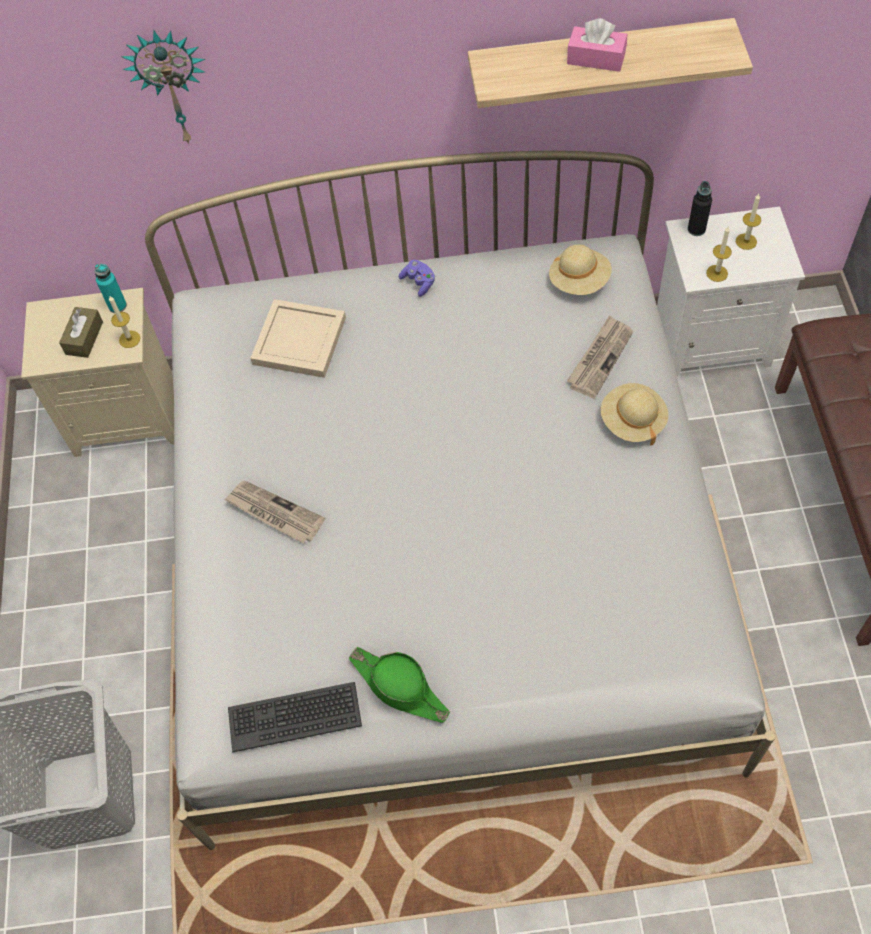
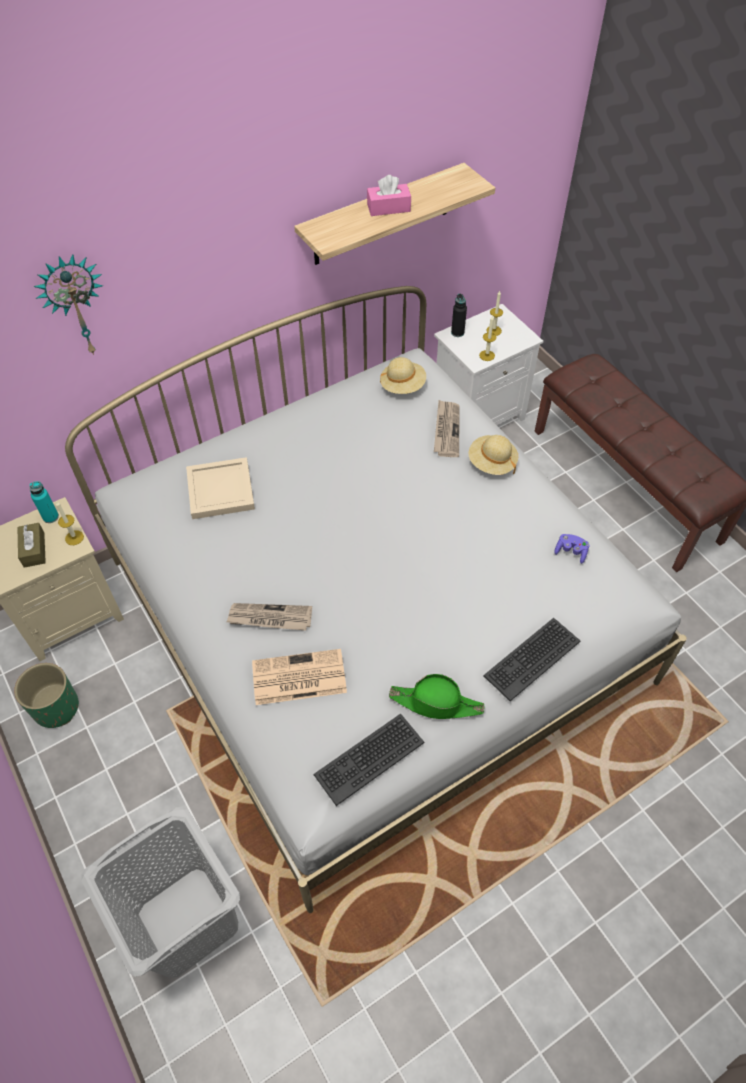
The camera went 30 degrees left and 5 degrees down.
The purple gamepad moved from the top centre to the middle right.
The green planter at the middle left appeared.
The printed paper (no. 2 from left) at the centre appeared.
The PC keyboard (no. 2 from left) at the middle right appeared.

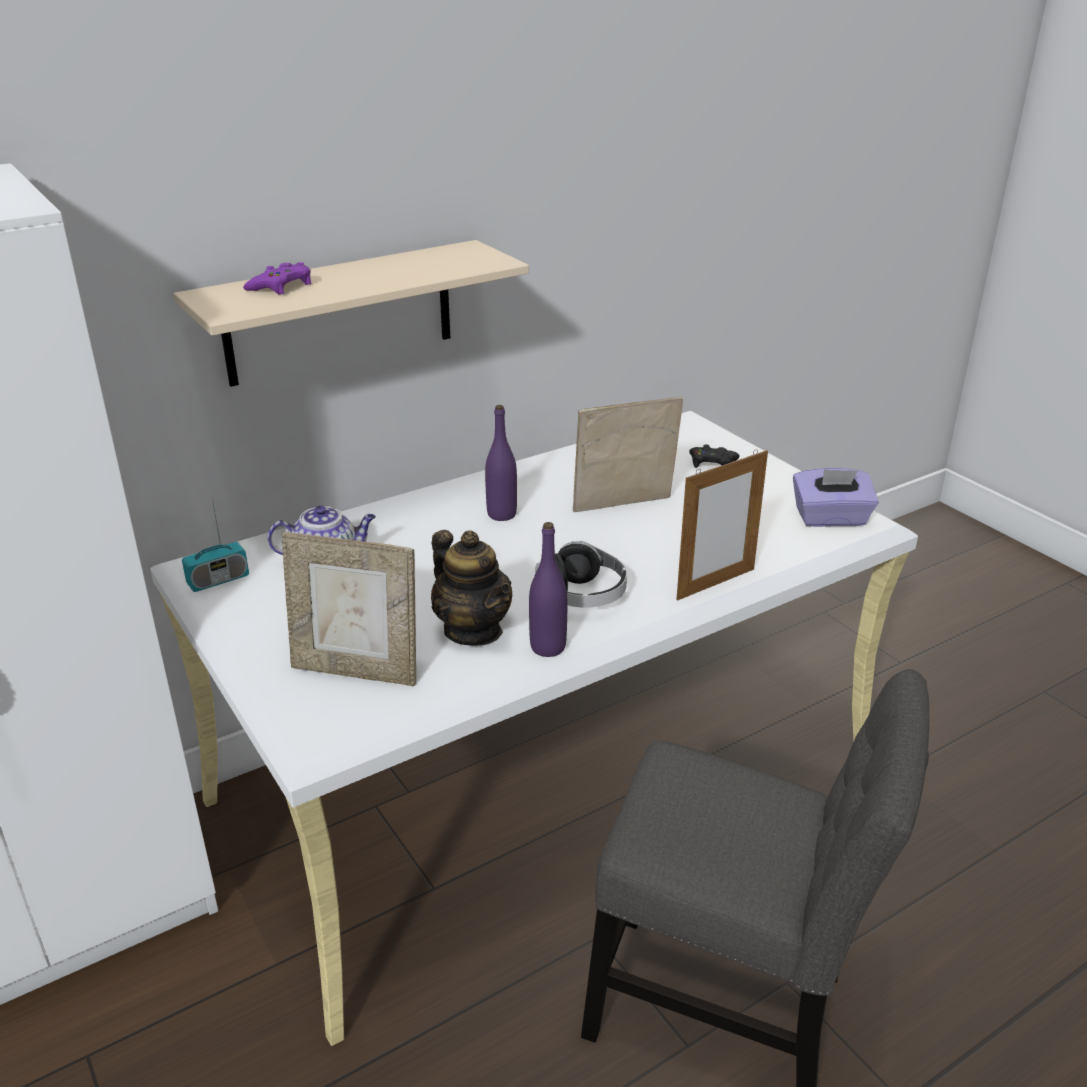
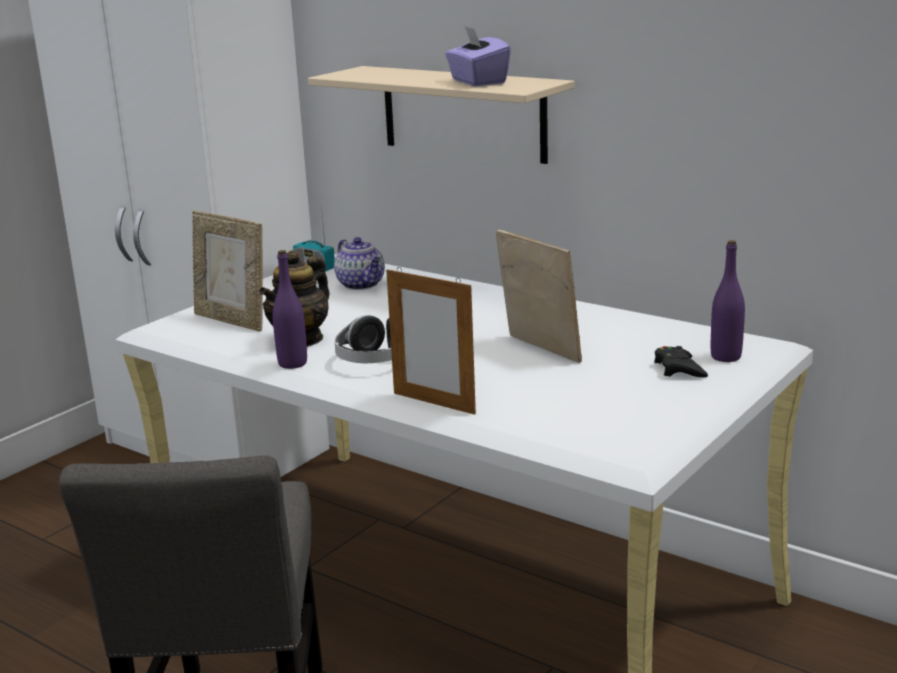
The camera went 70 degrees right and 10 degrees down.
The purple gamepad at the top left disappeared.
The picture frame (no. 1 from left) at the middle left turned 45 degrees counterclockwise.
The purple beverage bottle (no. 1 from left in the first image) moved from the centre to the middle right.
The purple box of tissues moved from the middle right to the top centre.

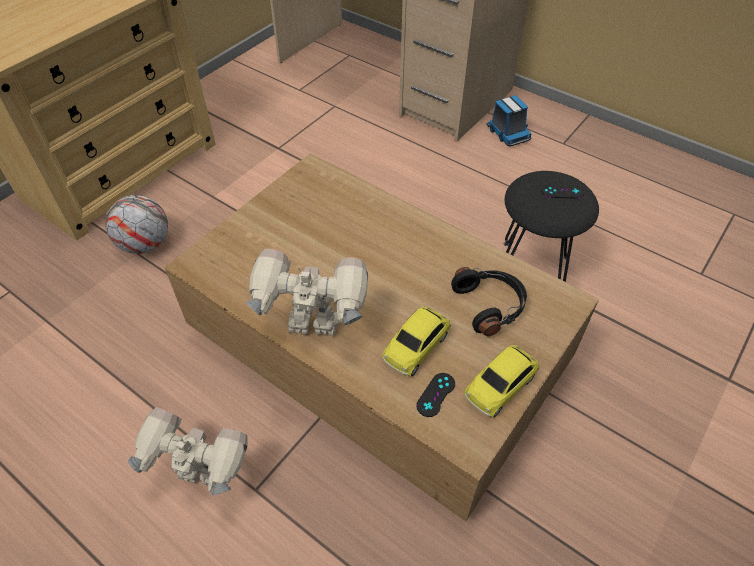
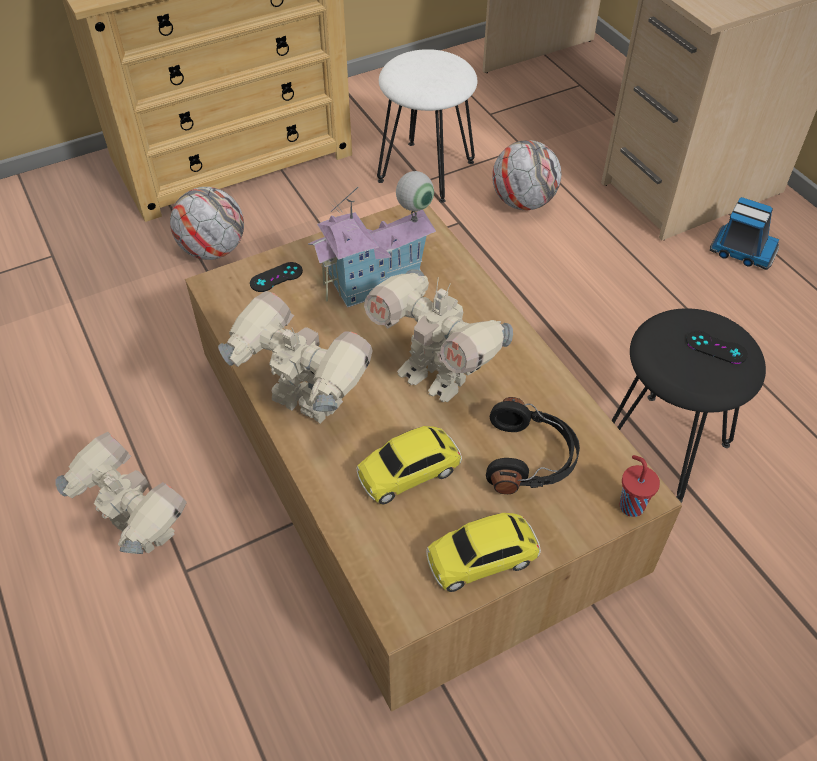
The camera went 25 degrees right and 0 degrees up.
The black-coloured gamepad (no. 1 from left) moved from the bottom centre to the centre.
The toy lorry at the top right turned 60 degrees counterclockwise.
The model house at the top centre appeared.
The robot figure (no. 3 from left) at the centre appeared.
The white sitting stool at the top centre appeared.
The football (no. 2 from left) at the top centre appeared.
The red-coloured drinking cup at the middle right appeared.

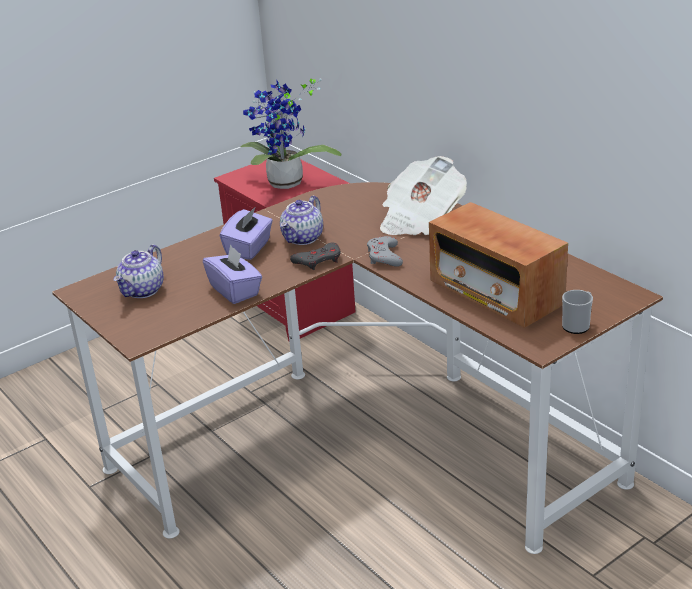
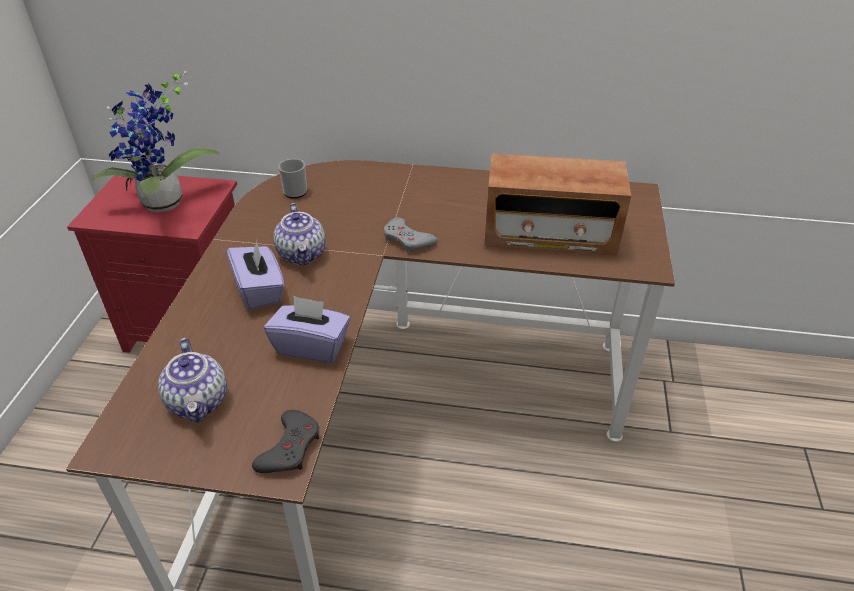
The camera went 45 degrees left and 10 degrees up.
The greyish gamepad (no. 1 from left) moved from the centre to the bottom centre.
The printed paper at the top centre disappeared.
The tea mug moved from the middle right to the top centre.

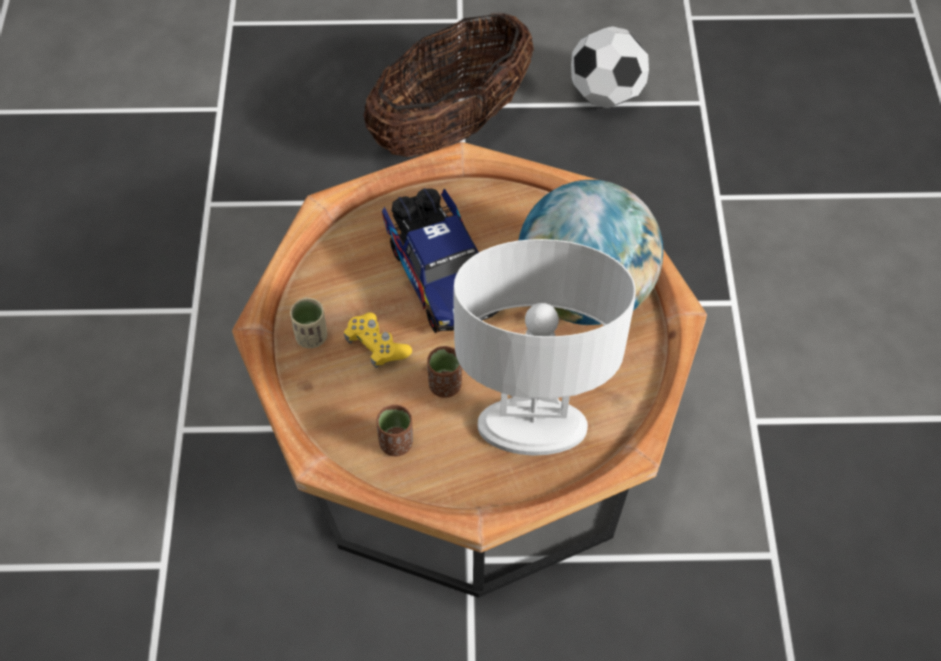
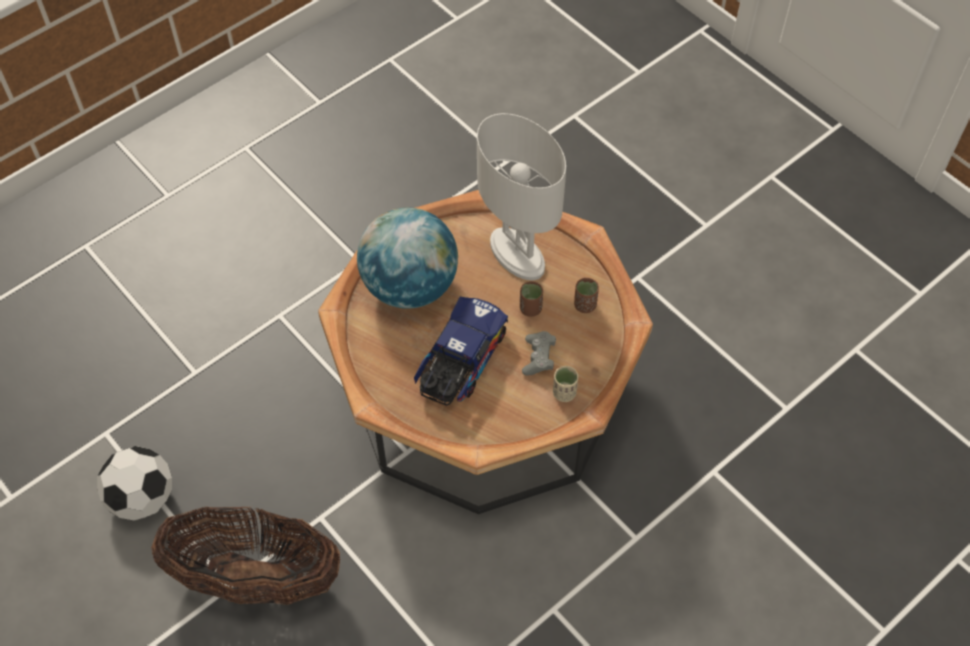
The camera went 130 degrees left and 0 degrees up.
The yellow-coloured gamepad at the centre became the greyish gamepad at the centre.

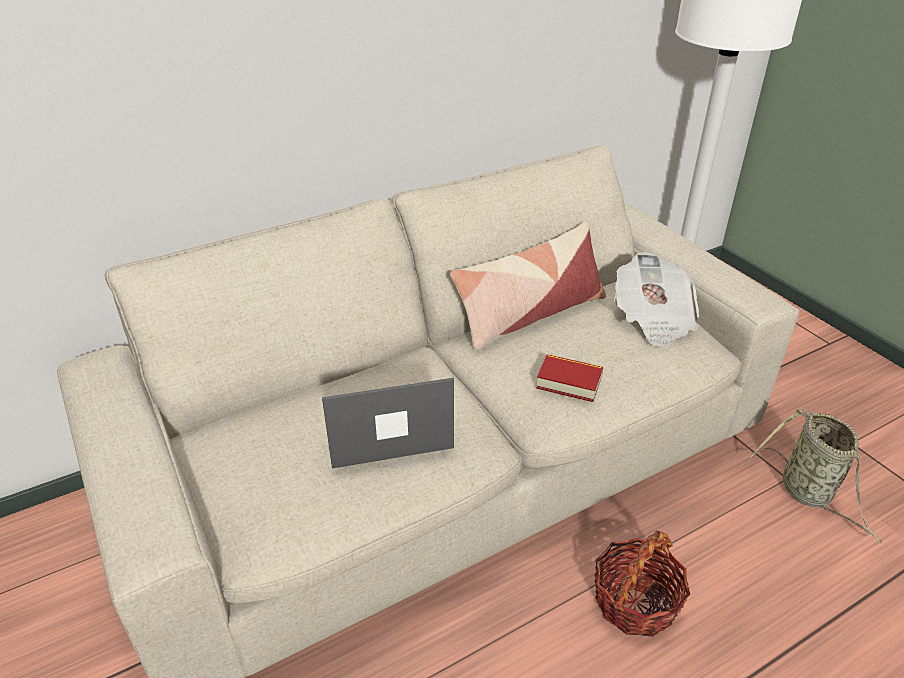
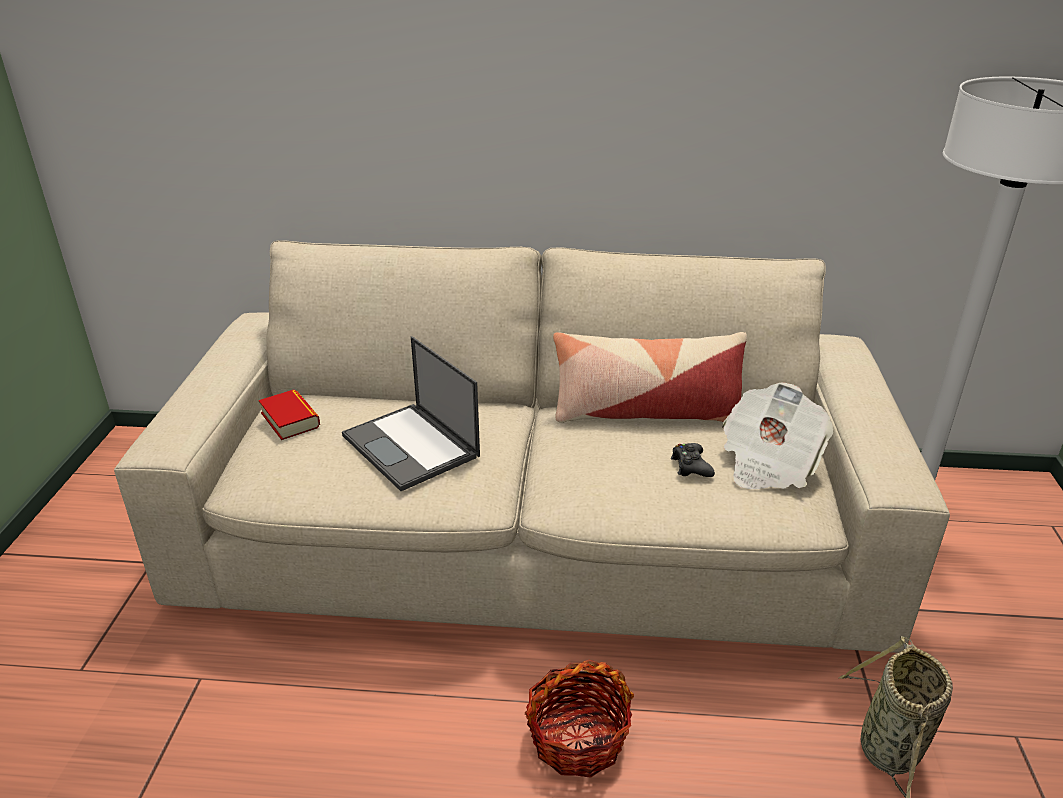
The camera went 35 degrees right and 5 degrees down.
The portable computer at the centre turned 150 degrees counterclockwise.
The bound book moved from the centre to the middle left.
The black-coloured gamepad at the centre appeared.

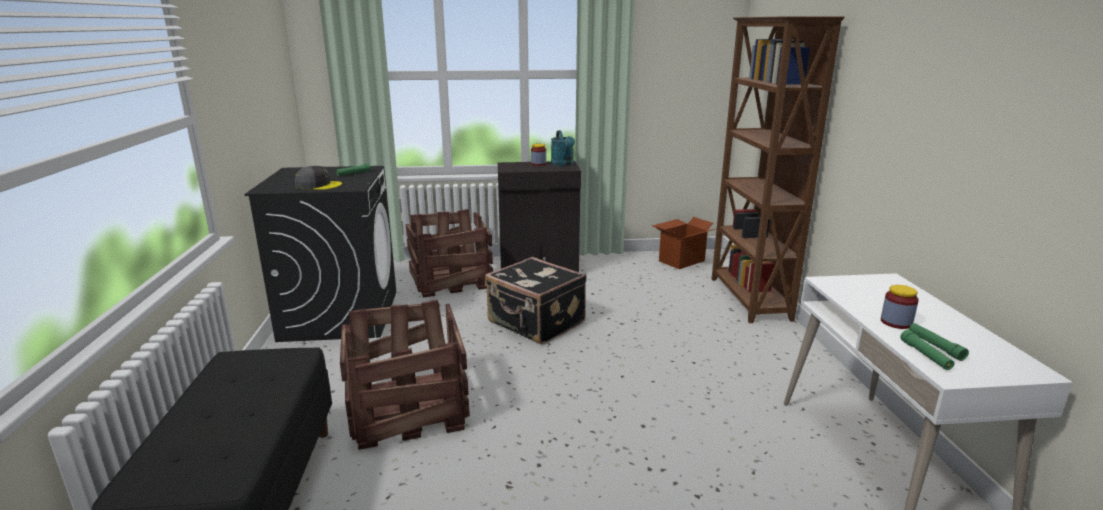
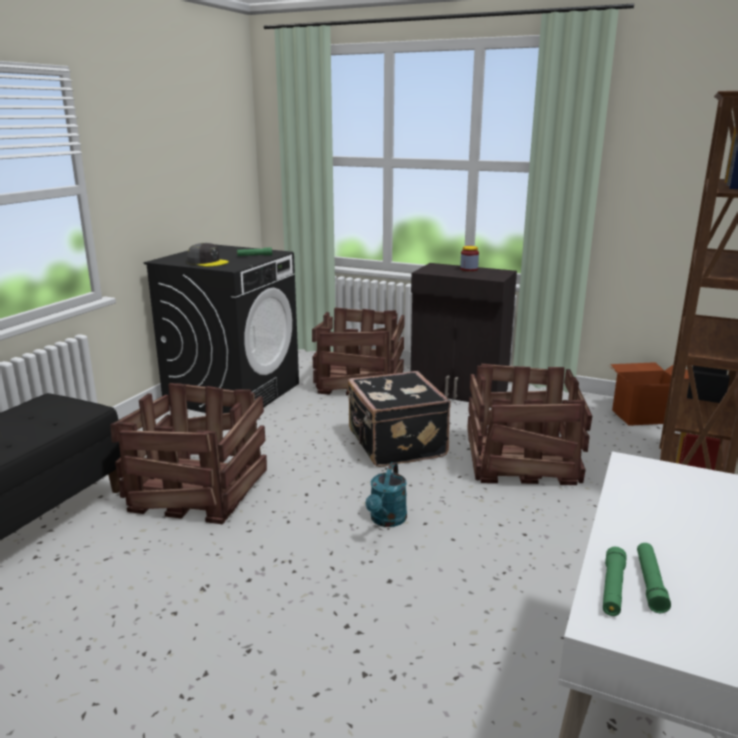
The camera went 30 degrees right and 0 degrees up.
The blue-green watering pot moved from the top centre to the bottom centre.
The jar (no. 2 from left) at the middle right disappeared.
The packing crate (no. 3 from left) at the middle right appeared.

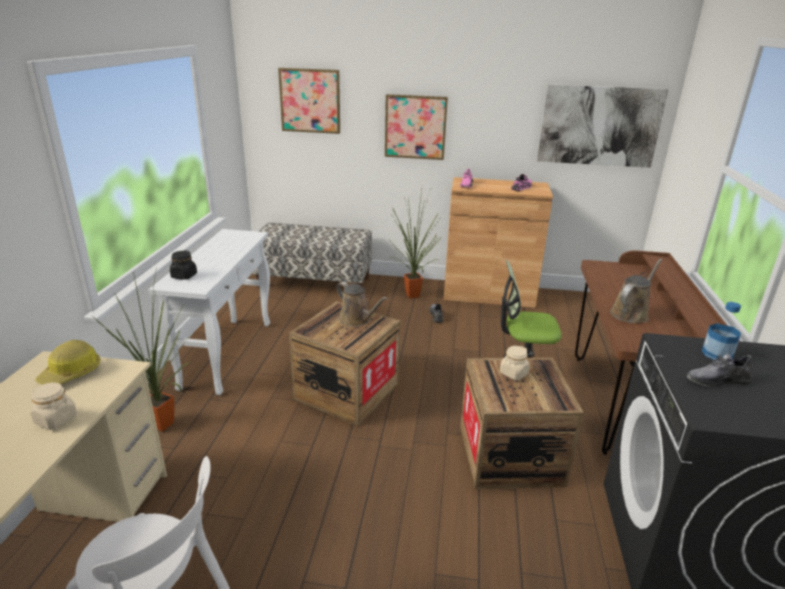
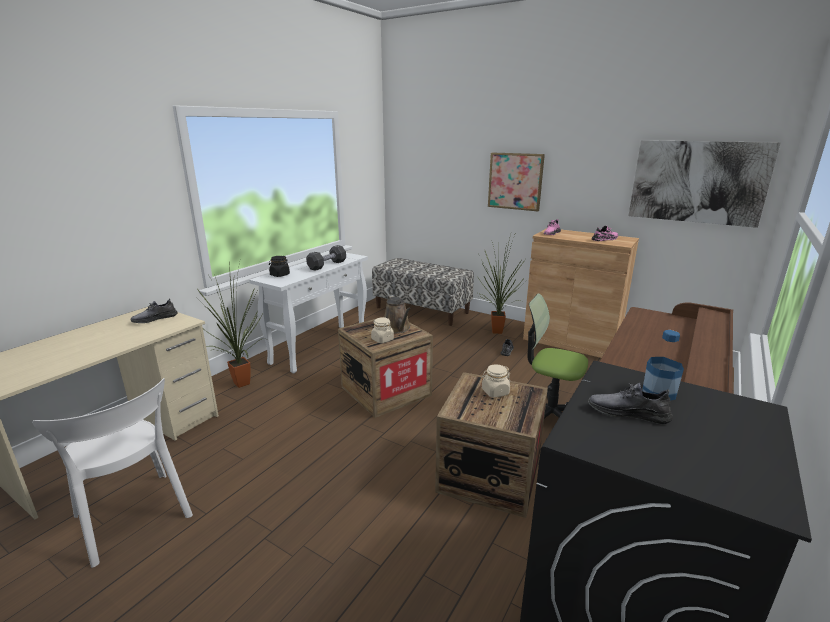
The camera went 25 degrees right and 5 degrees down.
The beige jar (no. 1 from left) moved from the bottom left to the centre.
The work helmet at the middle left was replaced by the greyish low shoe (no. 1 from left) at the middle left.
The picture (no. 1 from left) at the top centre disappeared.
The brownish watering pot (no. 2 from left) at the middle right disappeared.
The black-coloured dumbbell at the centre appeared.

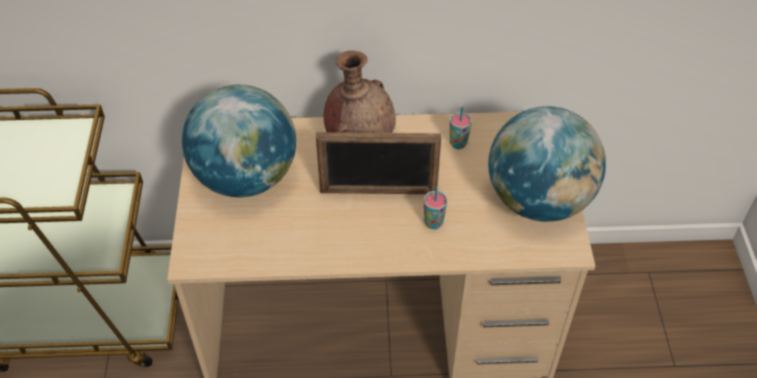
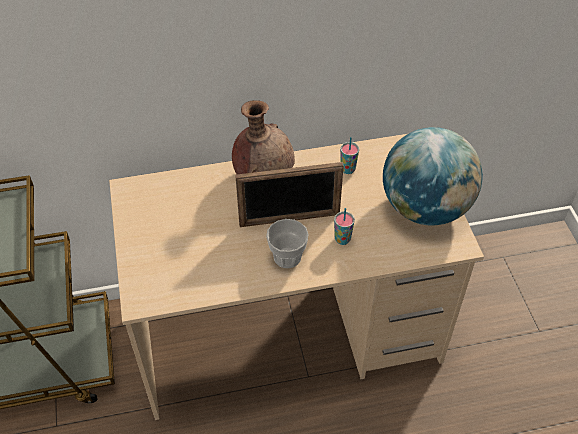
The camera went 10 degrees left and 0 degrees up.
The world globe (no. 1 from left) at the middle left disappeared.
The drinking cup (no. 1 from left) at the centre appeared.

